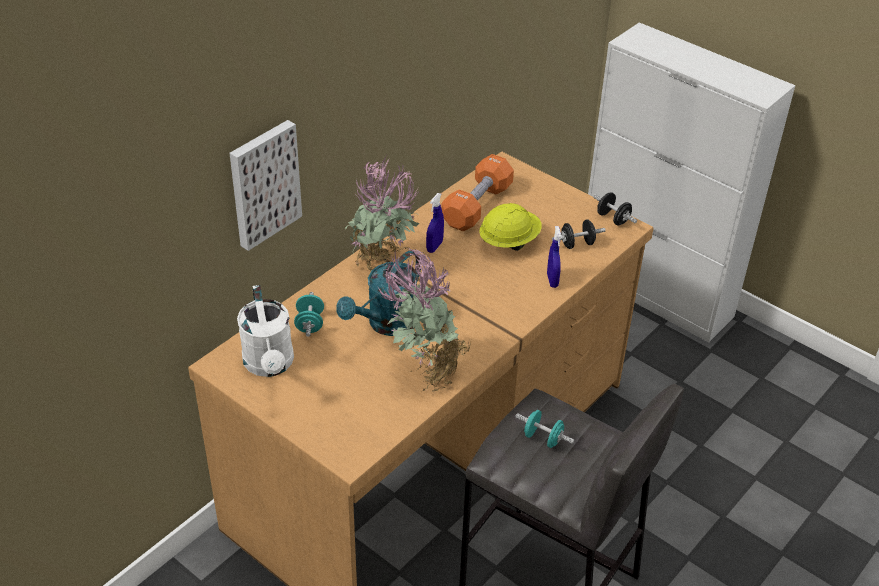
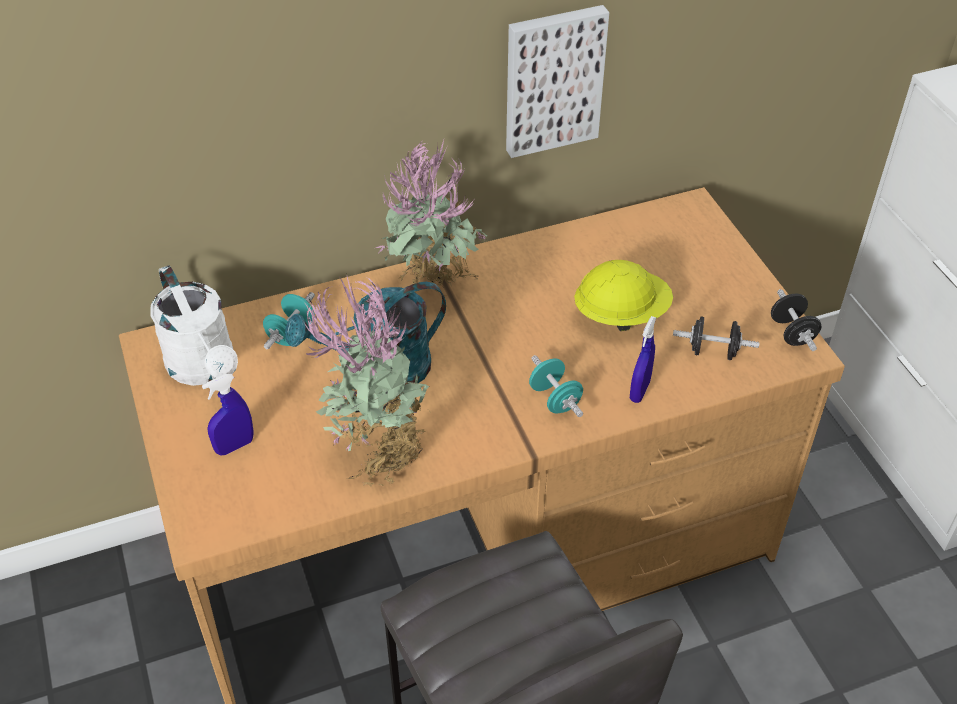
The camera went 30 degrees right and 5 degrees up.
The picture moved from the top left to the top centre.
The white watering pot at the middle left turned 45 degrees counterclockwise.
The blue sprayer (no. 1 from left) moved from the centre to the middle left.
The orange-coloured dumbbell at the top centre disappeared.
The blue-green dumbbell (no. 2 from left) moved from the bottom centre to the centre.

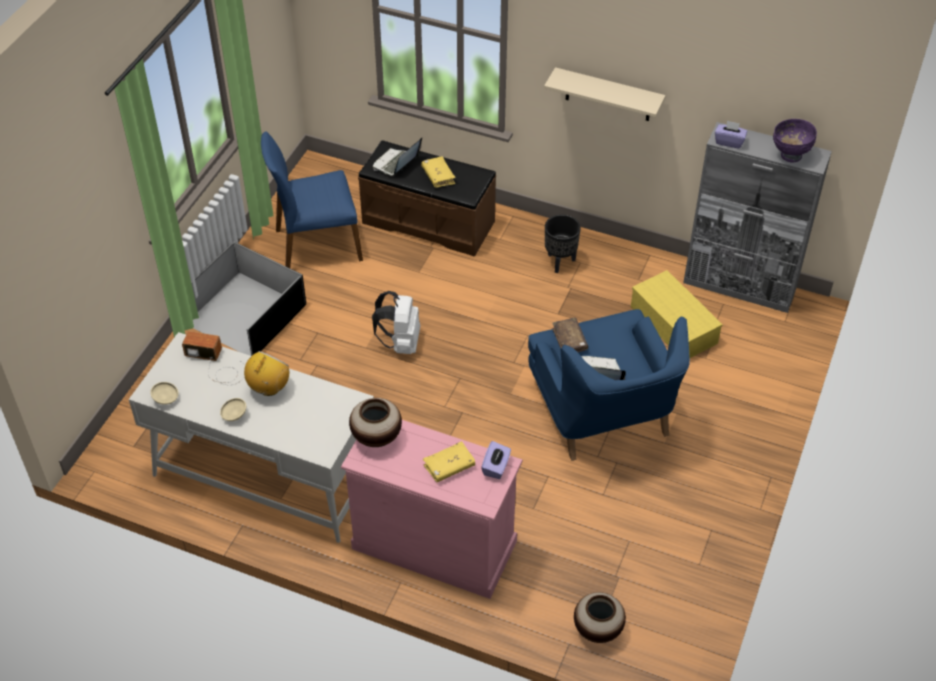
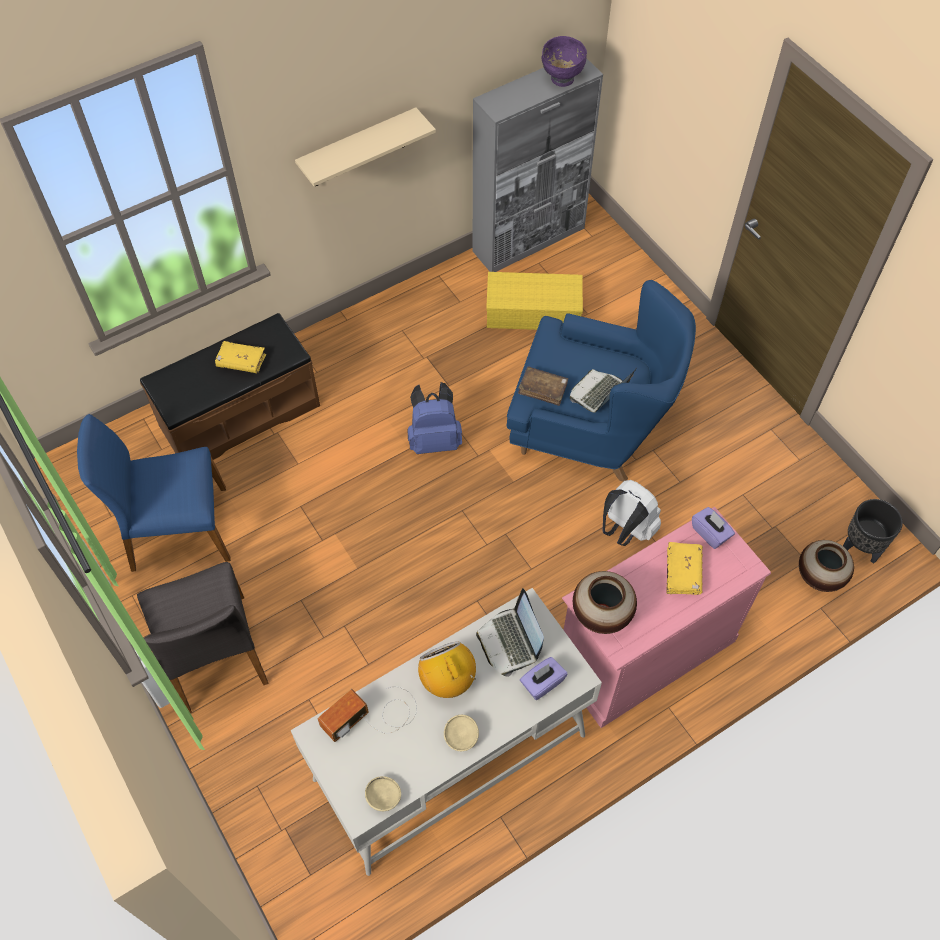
The camera went 55 degrees left and 10 degrees up.
The black-coloured storage bin at the middle left was replaced by the greyish chair at the bottom left.
The blue chair at the top centre turned 60 degrees clockwise.
The white knapsack moved from the centre to the middle right.
The portable computer (no. 1 from left) moved from the top centre to the bottom centre.
The black-coloured planter moved from the centre to the middle right.
The purple box of tissues (no. 2 from left in the first image) moved from the top right to the bottom centre.
The blue knapsack at the centre appeared.

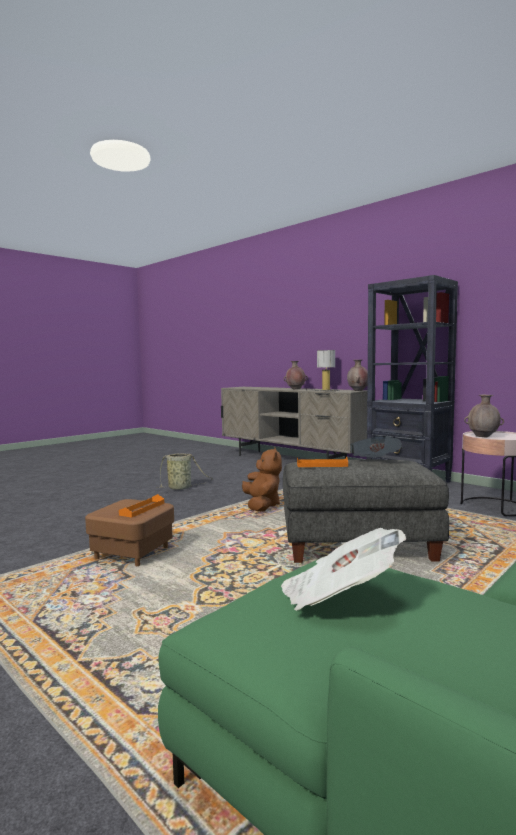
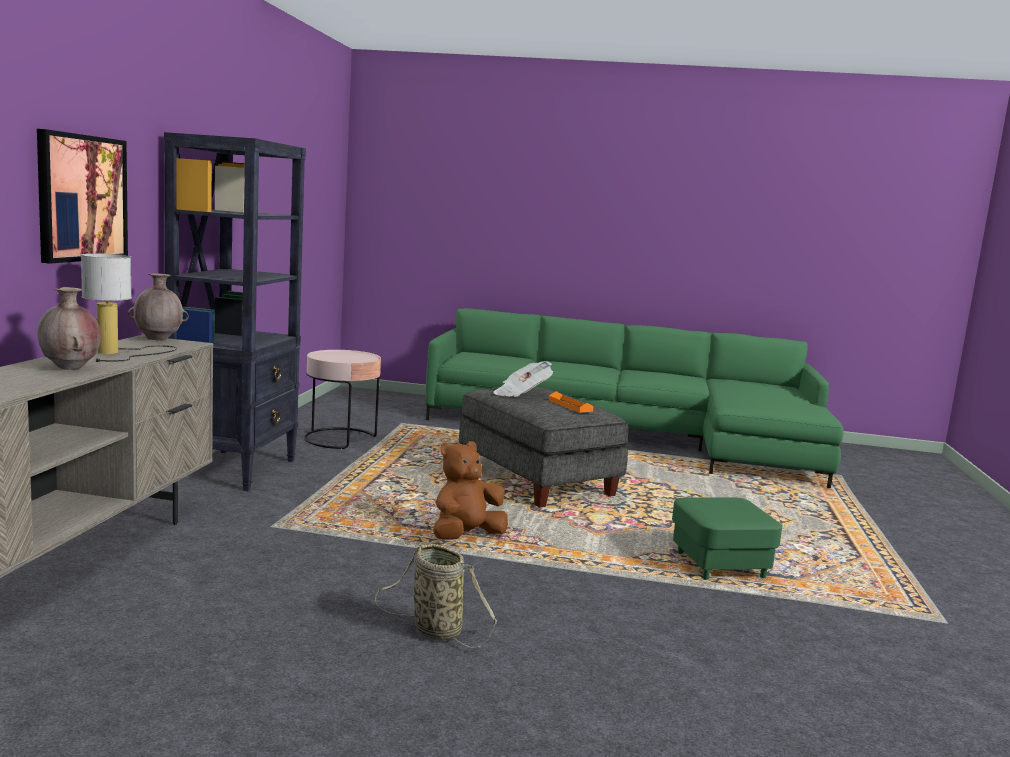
The camera went 125 degrees left and 5 degrees up.
The brownish pouffe at the middle left became the green pouffe at the bottom right.
The orange-coloured carrying tray (no. 1 from left) at the middle left disappeared.
The printed paper (no. 1 from left) at the bottom centre disappeared.
The brownish flower vase (no. 3 from left) at the middle right disappeared.
The picture at the top left appeared.

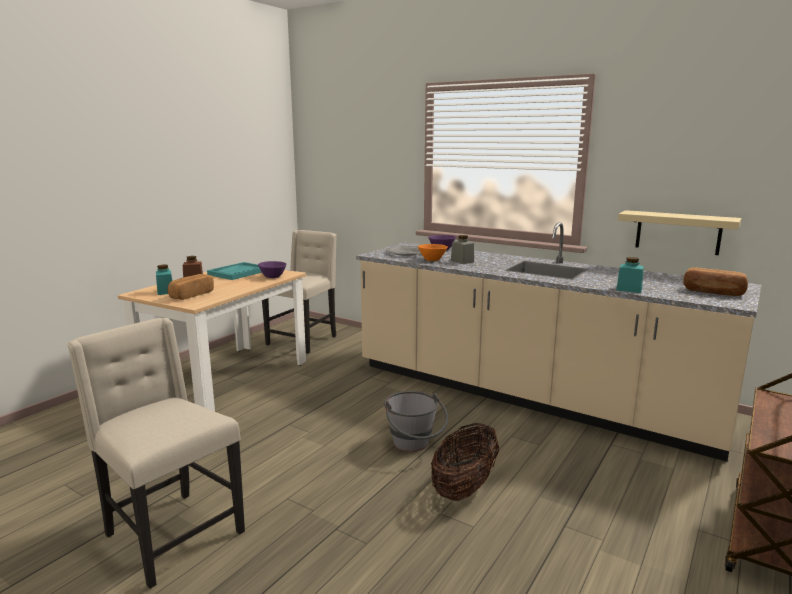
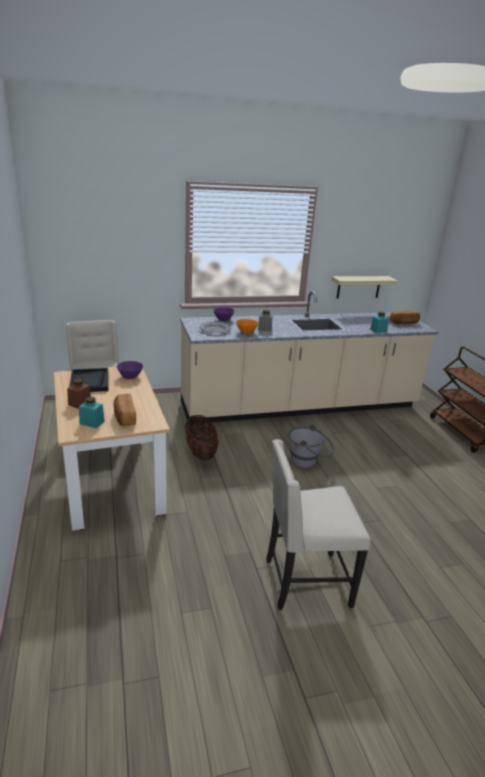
The camera went 50 degrees left and 10 degrees up.
The blue-green carrying tray at the middle left became the black-coloured carrying tray at the middle left.
The basket moved from the bottom centre to the centre.

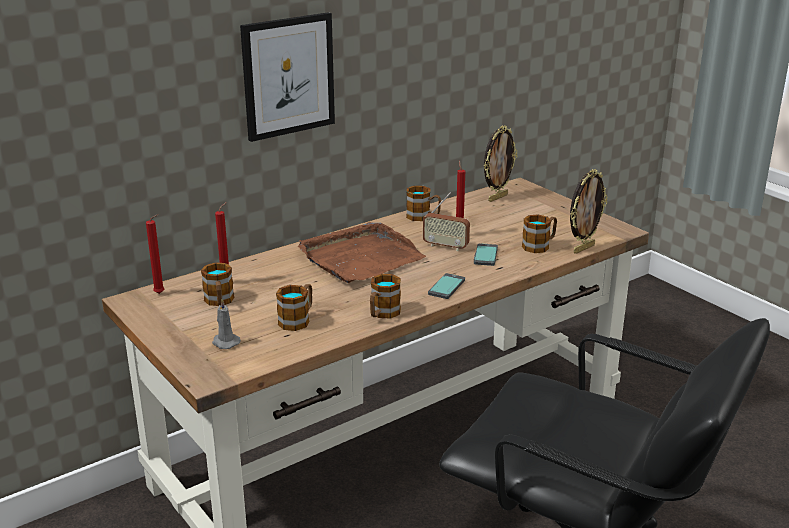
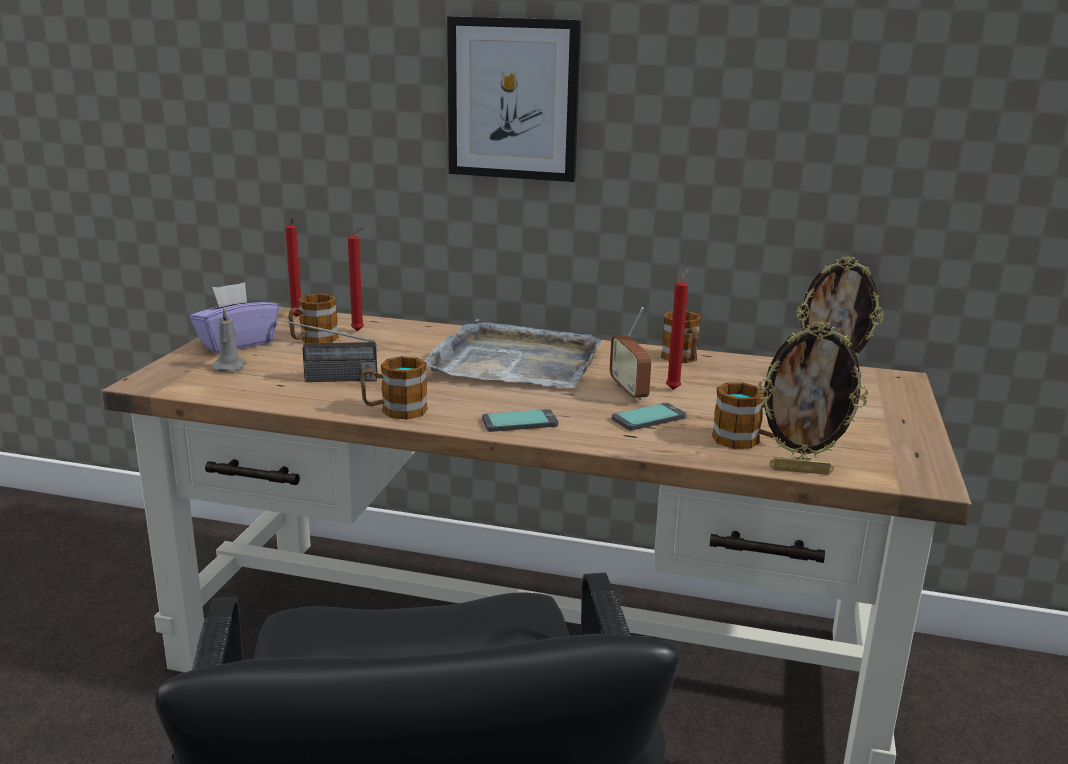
The camera went 50 degrees right and 5 degrees down.
The tea mug (no. 2 from left) at the centre was replaced by the radio set (no. 1 from left) at the middle left.
The brownish carrying tray at the centre became the greyish carrying tray at the centre.
The purple box of tissues at the middle left appeared.

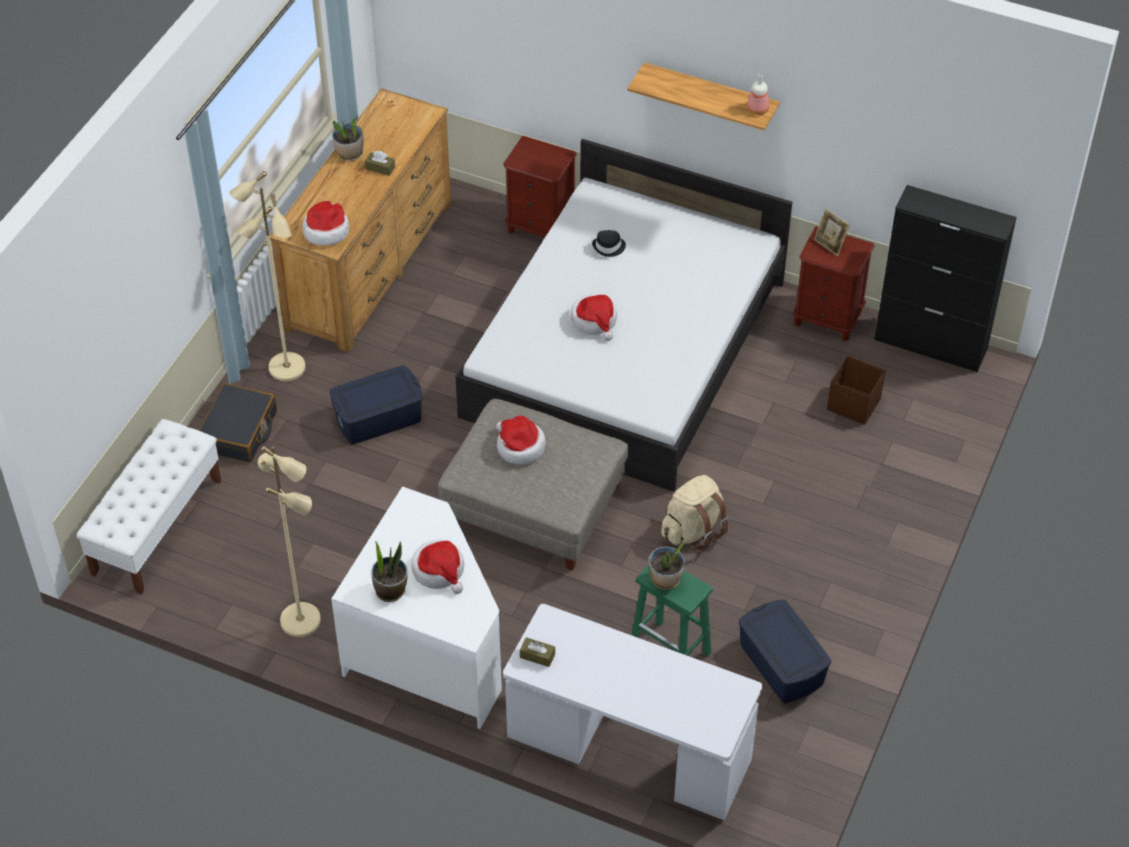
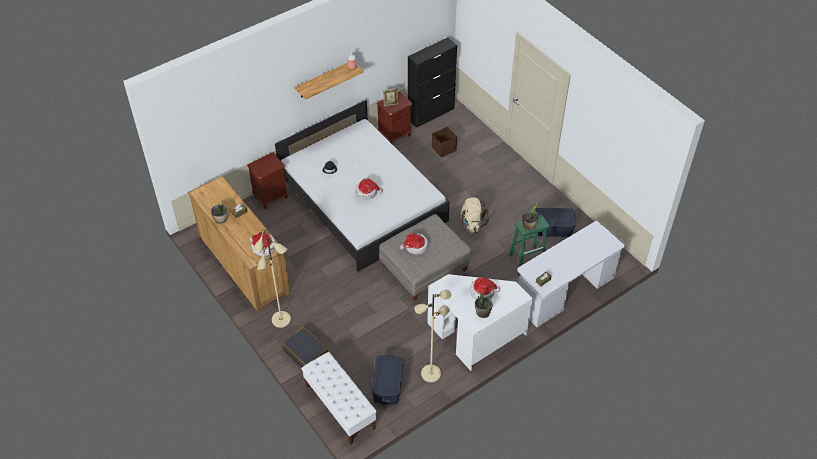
The camera went 60 degrees left and 0 degrees up.
The blue storage bin (no. 1 from left) moved from the middle left to the bottom centre.

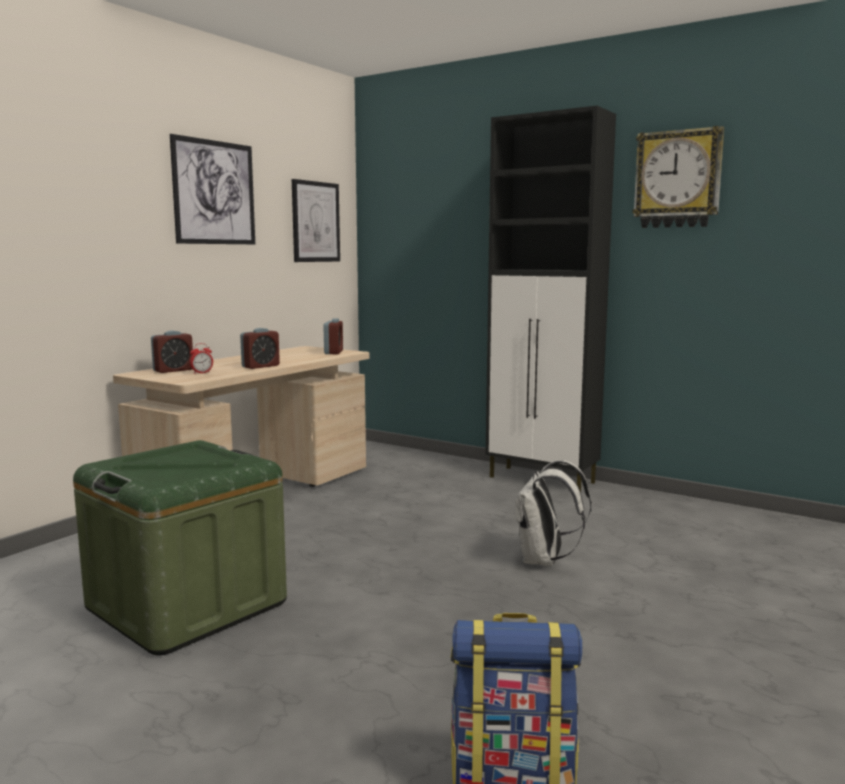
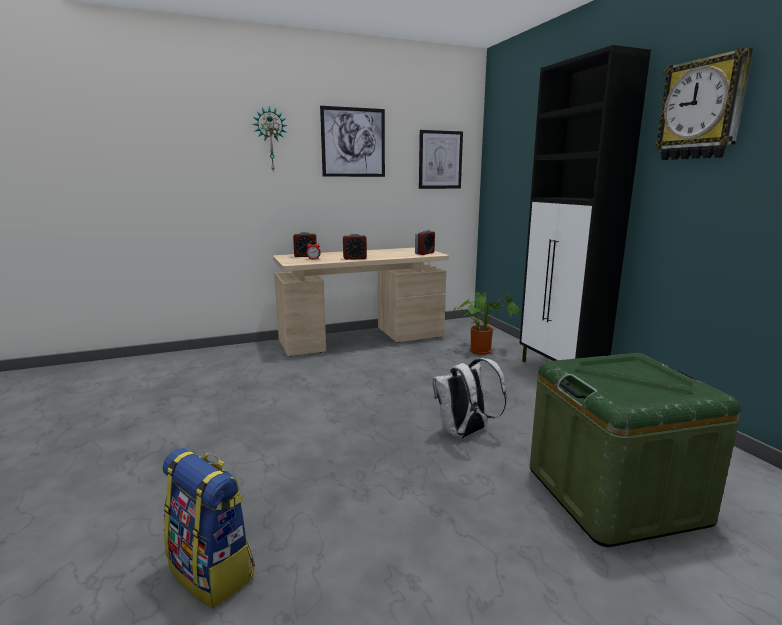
The camera went 35 degrees right and 5 degrees up.
The green storage bin moved from the bottom left to the bottom right.
The clock on the wall (no. 1 from left) at the top centre appeared.
The houseplant at the centre appeared.

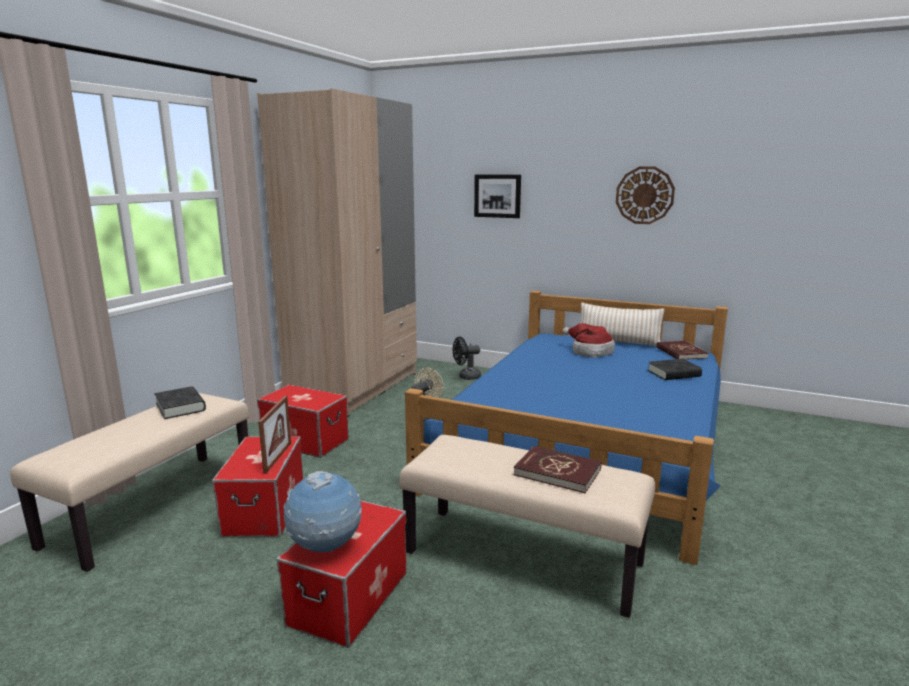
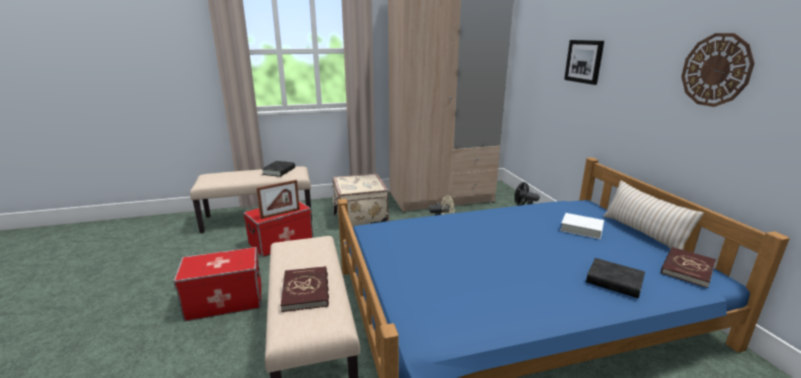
The camera went 50 degrees right and 5 degrees up.
The storage bin (no. 2 from left) at the centre was replaced by the beige suitcase at the centre.
The world globe at the bottom centre disappeared.
The wearable hat at the centre was replaced by the white bound book at the middle right.

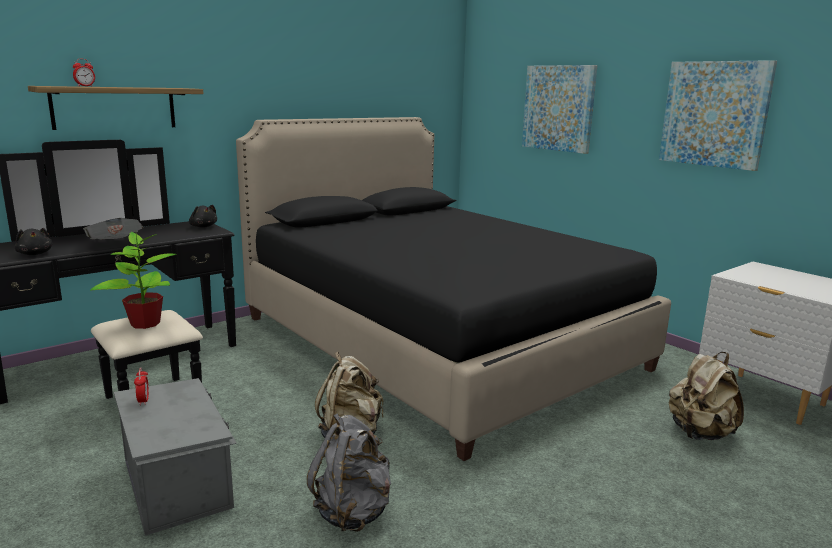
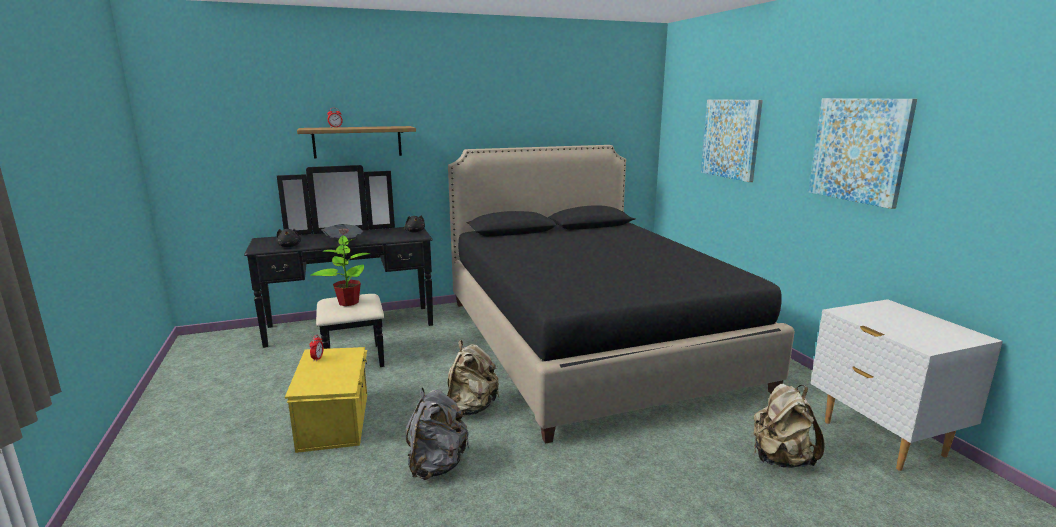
The camera went 20 degrees right and 0 degrees up.
The greyish storage bin at the bottom left became the yellow-coloured storage bin at the bottom left.

